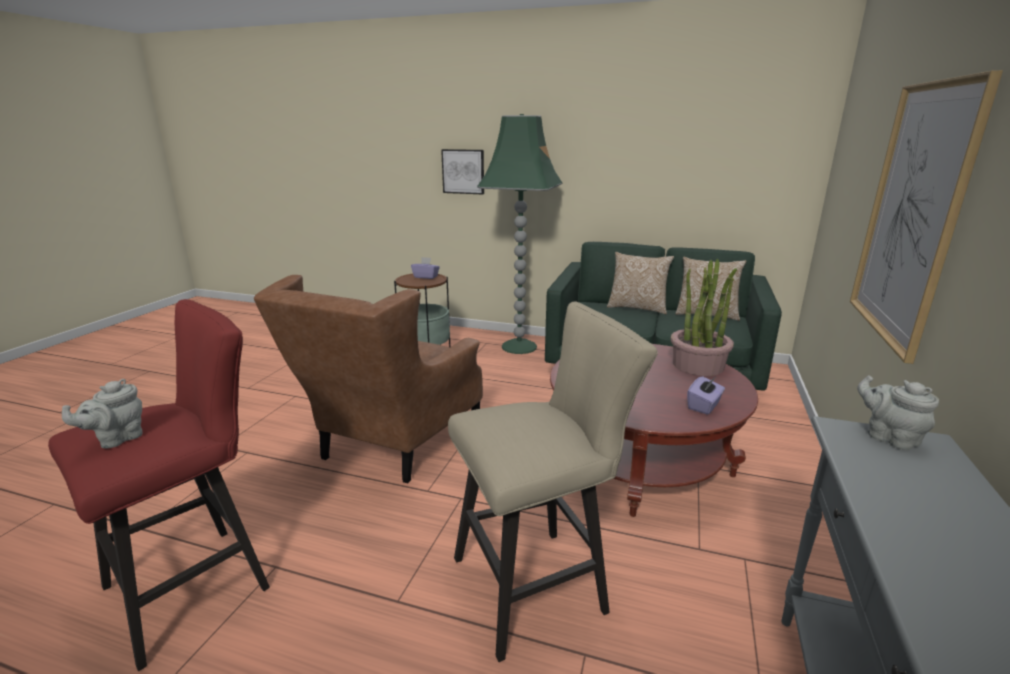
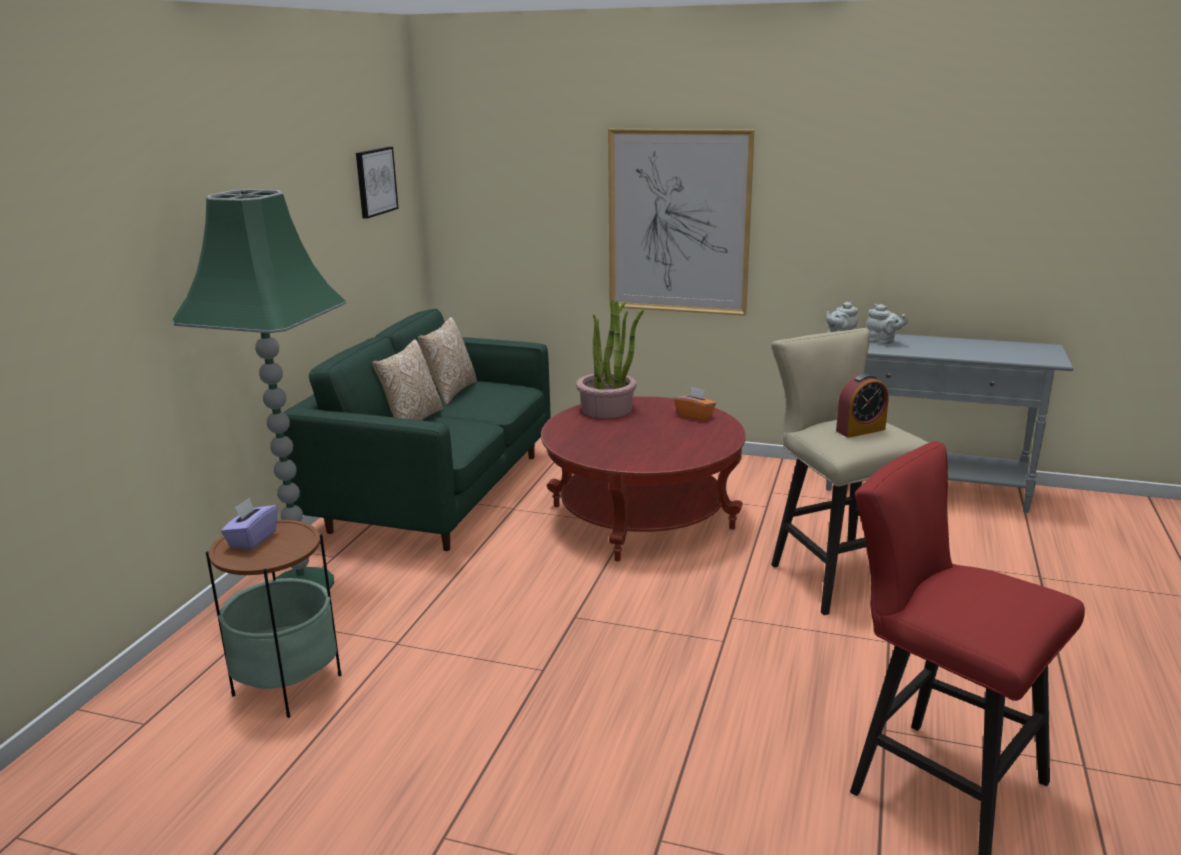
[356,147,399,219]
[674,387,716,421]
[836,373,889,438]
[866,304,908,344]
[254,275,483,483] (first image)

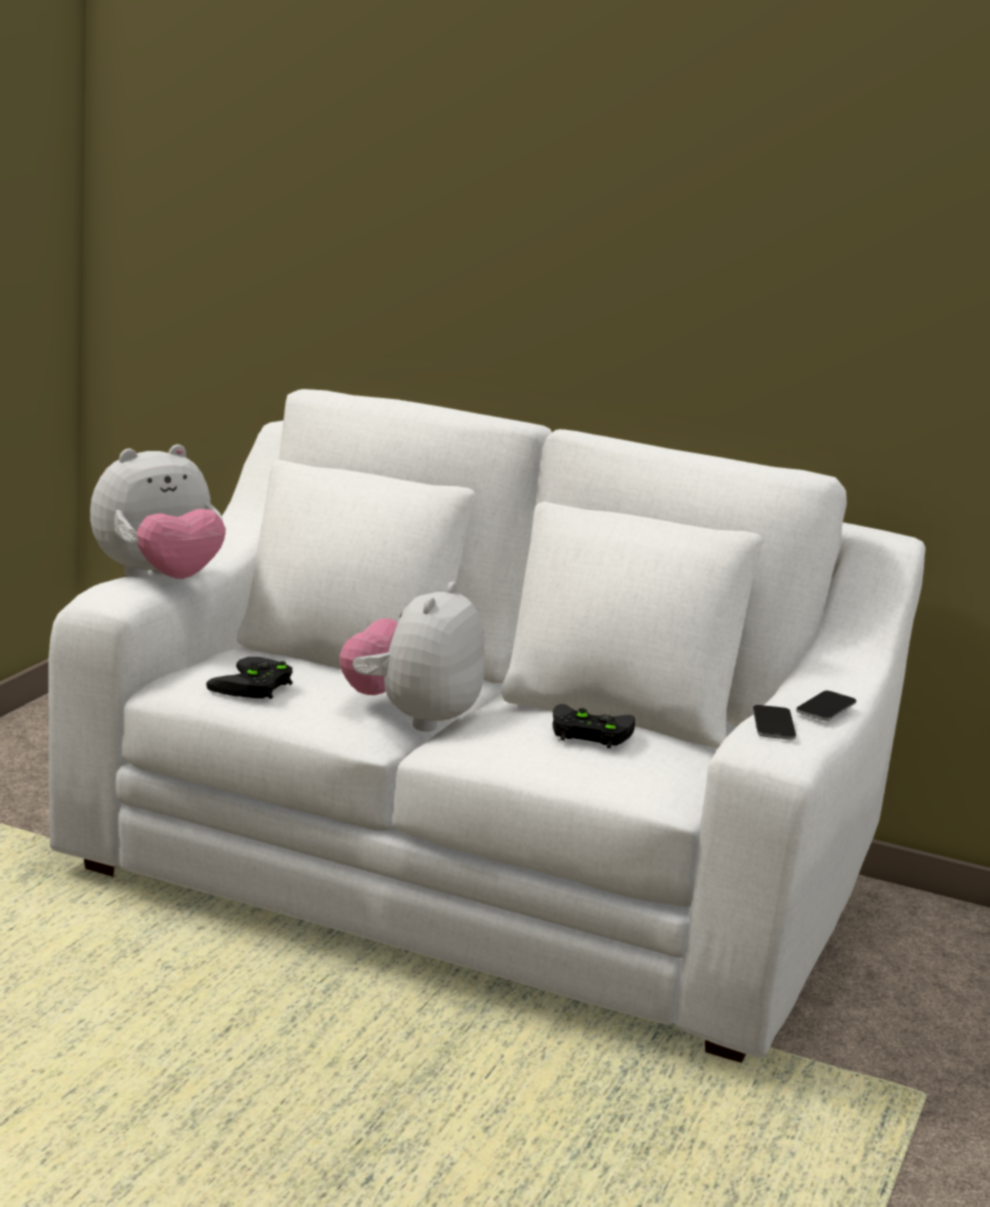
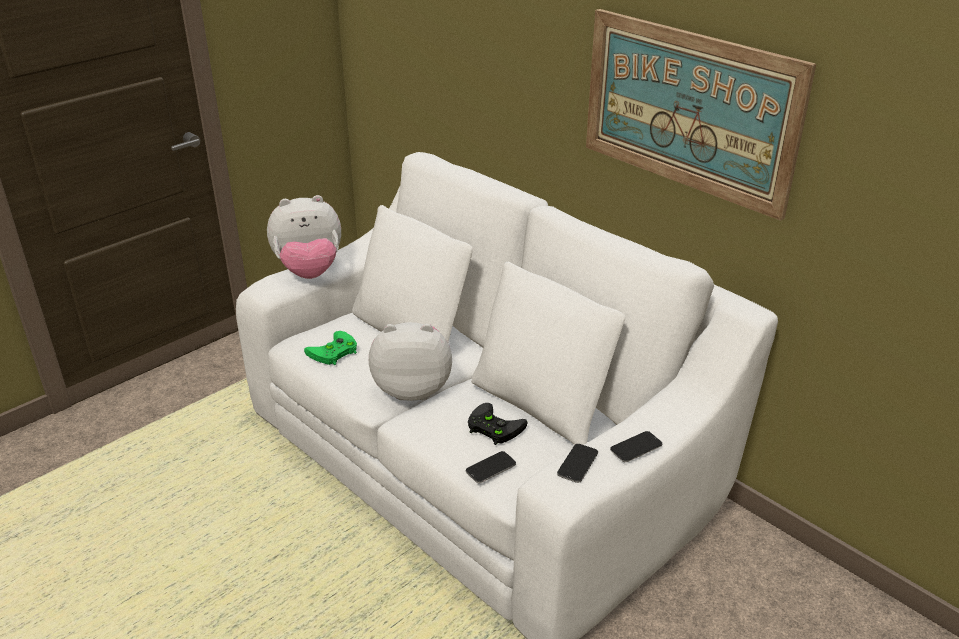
[304,331,357,365]
[369,322,452,401]
[466,451,516,483]
[586,9,816,221]

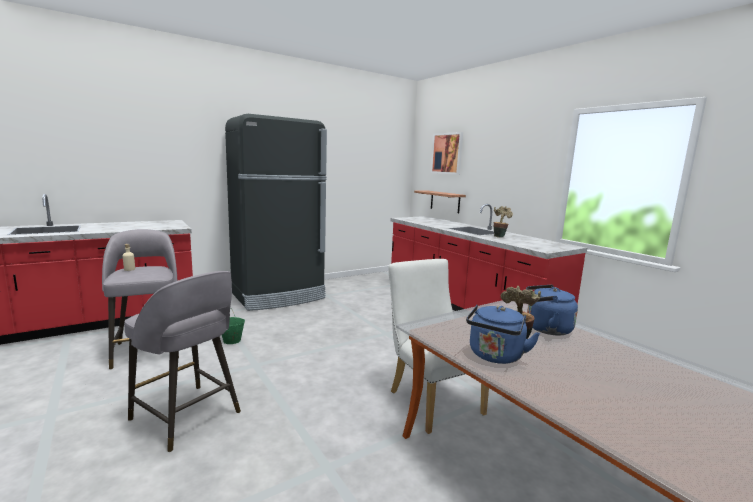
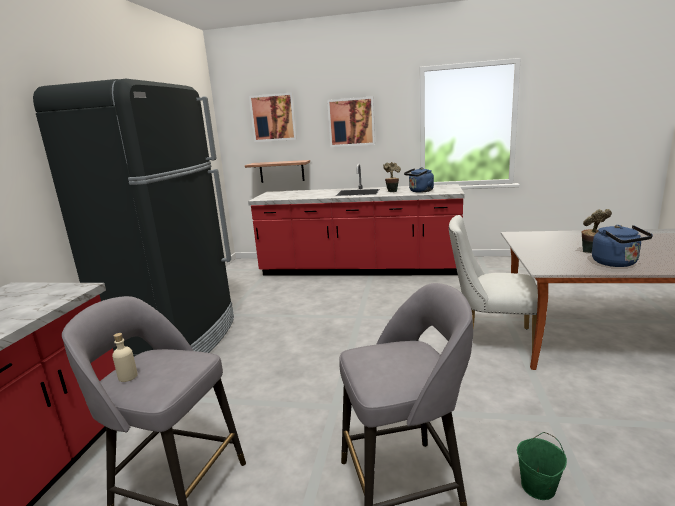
[327,96,375,147]
[404,167,434,193]
[517,432,567,500]

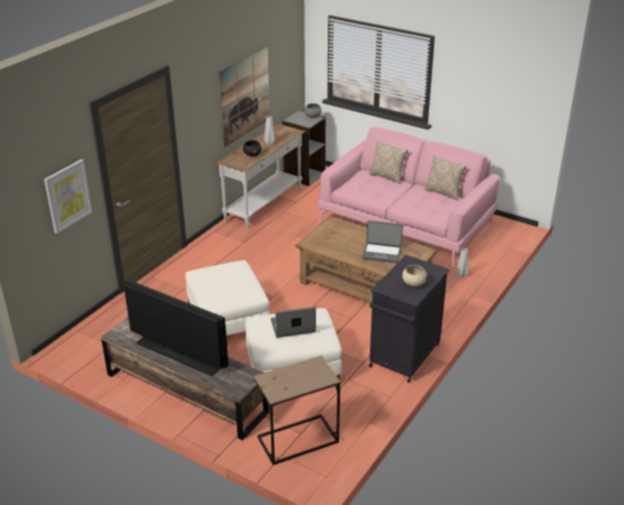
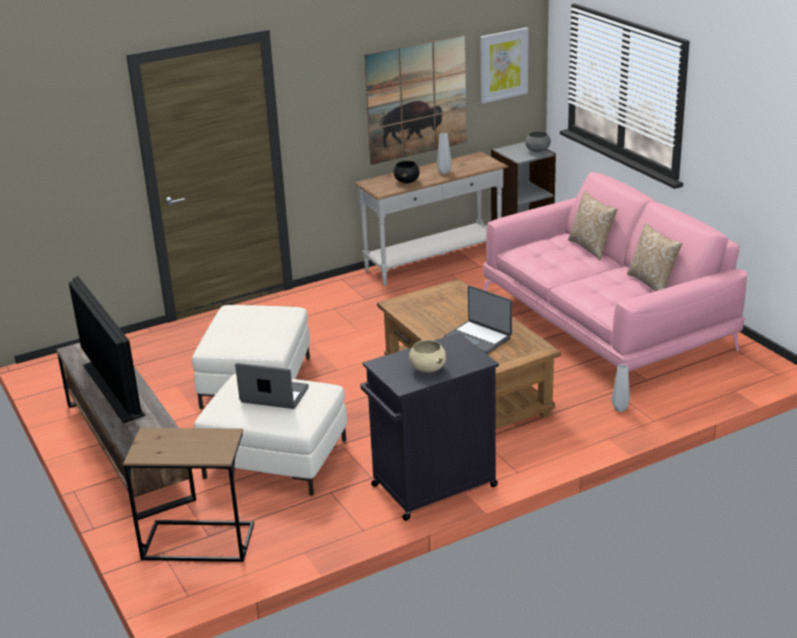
[480,27,529,103]

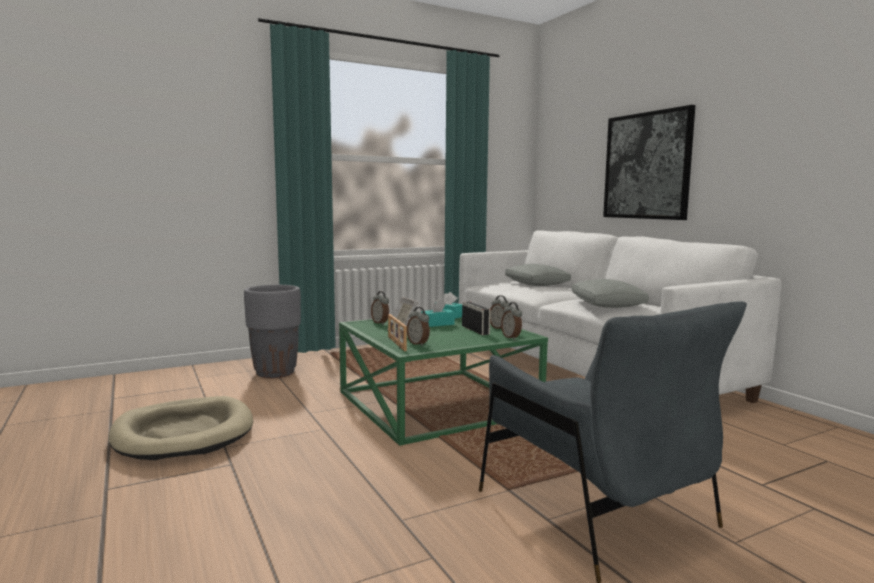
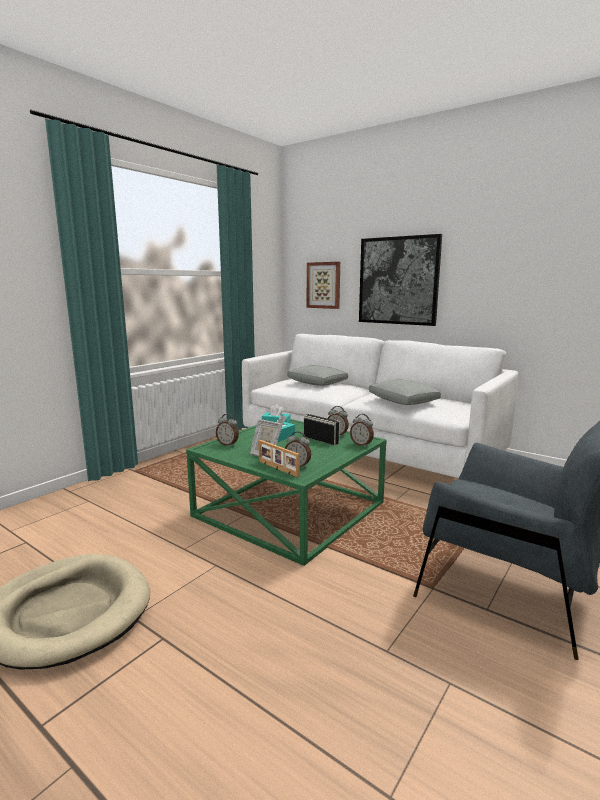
[307,262,340,309]
[244,285,301,378] (first image)

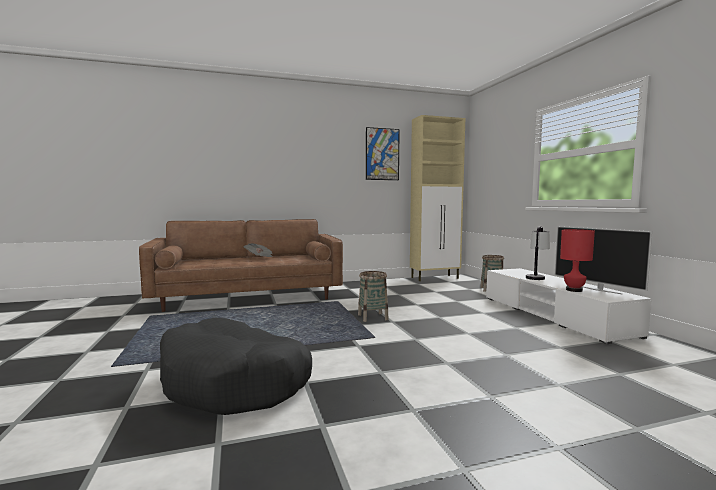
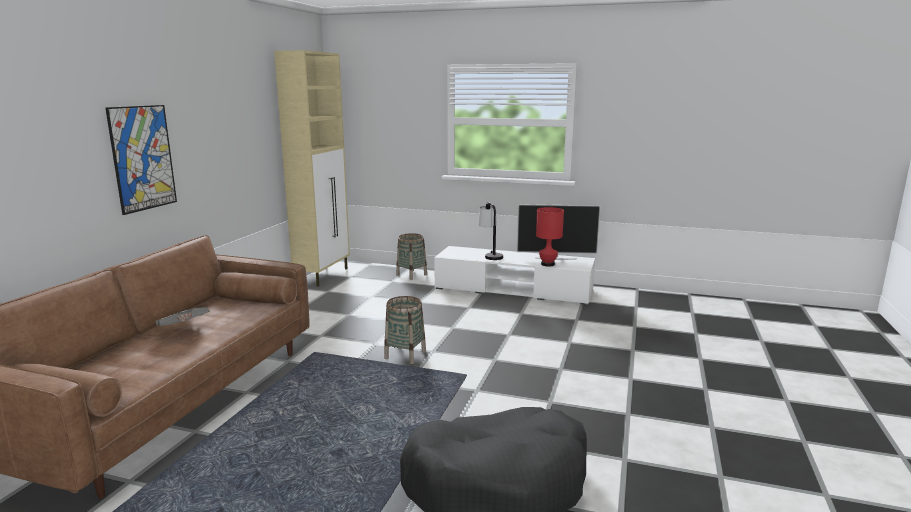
[105,105,177,215]

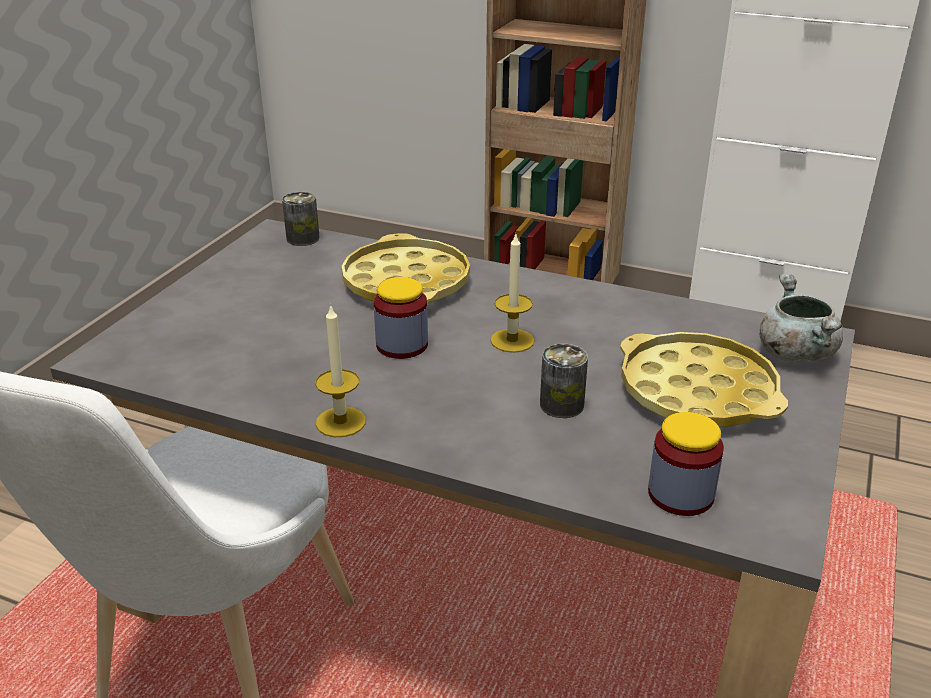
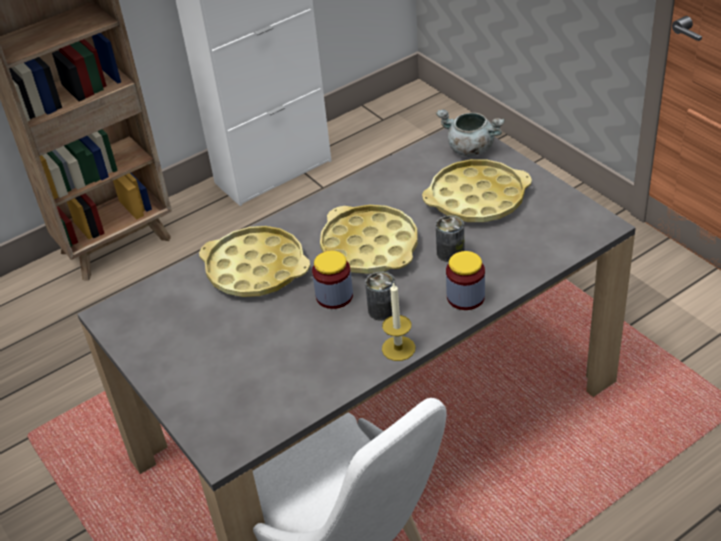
[320,205,418,274]
[365,271,396,321]
[446,251,485,310]

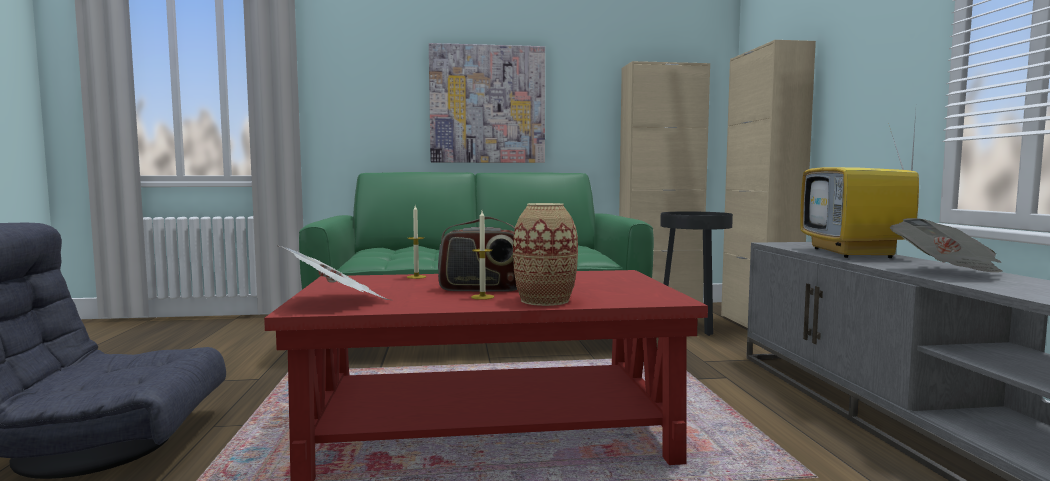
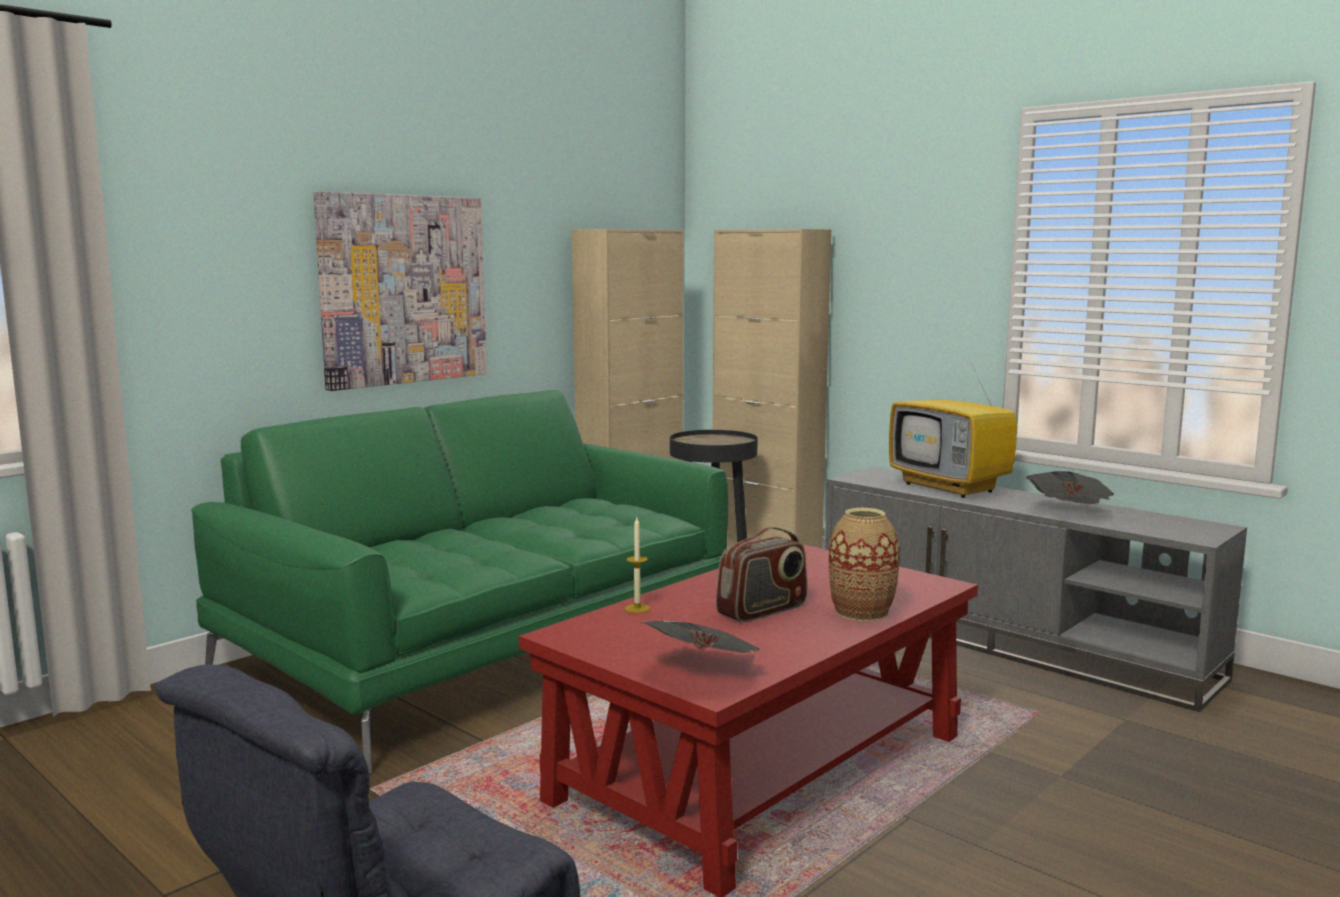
[471,211,494,300] (first image)

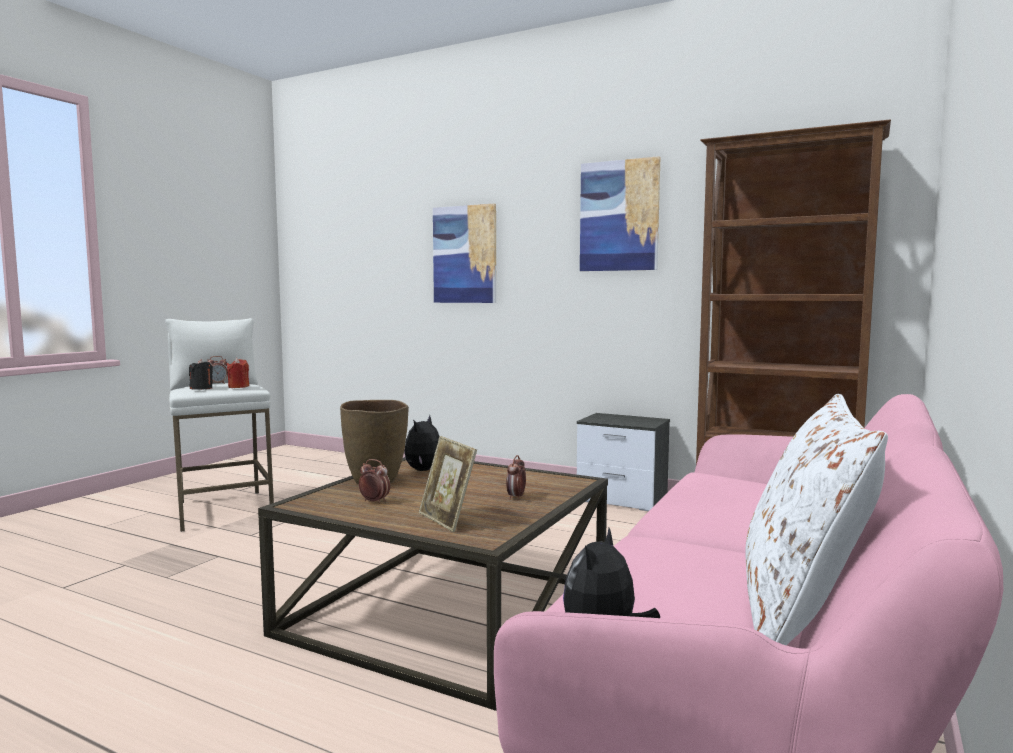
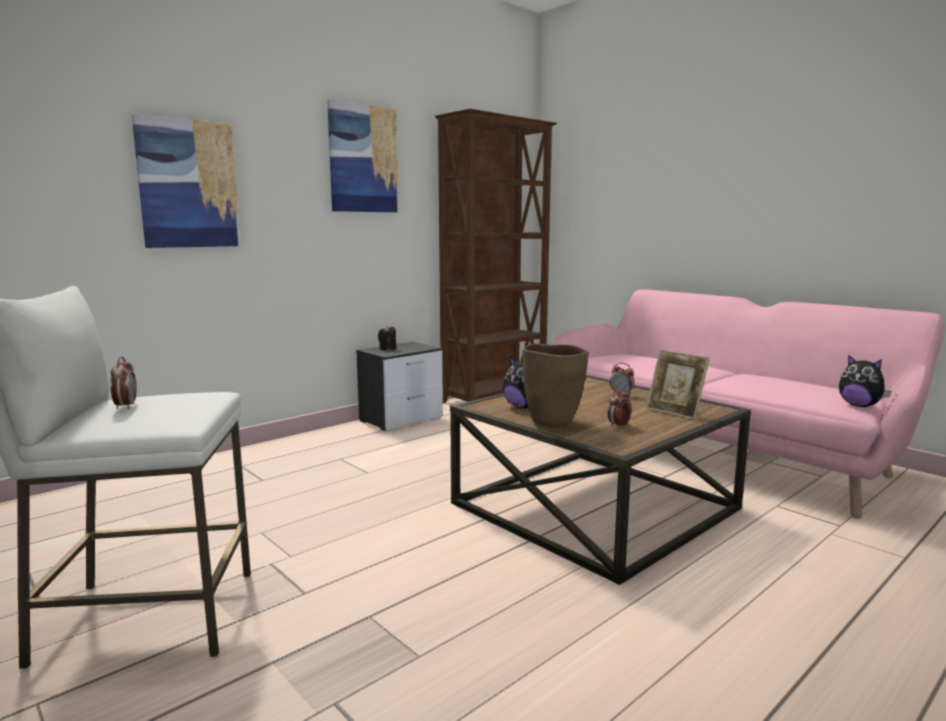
[378,326,397,351]
[646,349,710,420]
[227,358,249,388] (first image)
[745,394,888,645] (first image)

